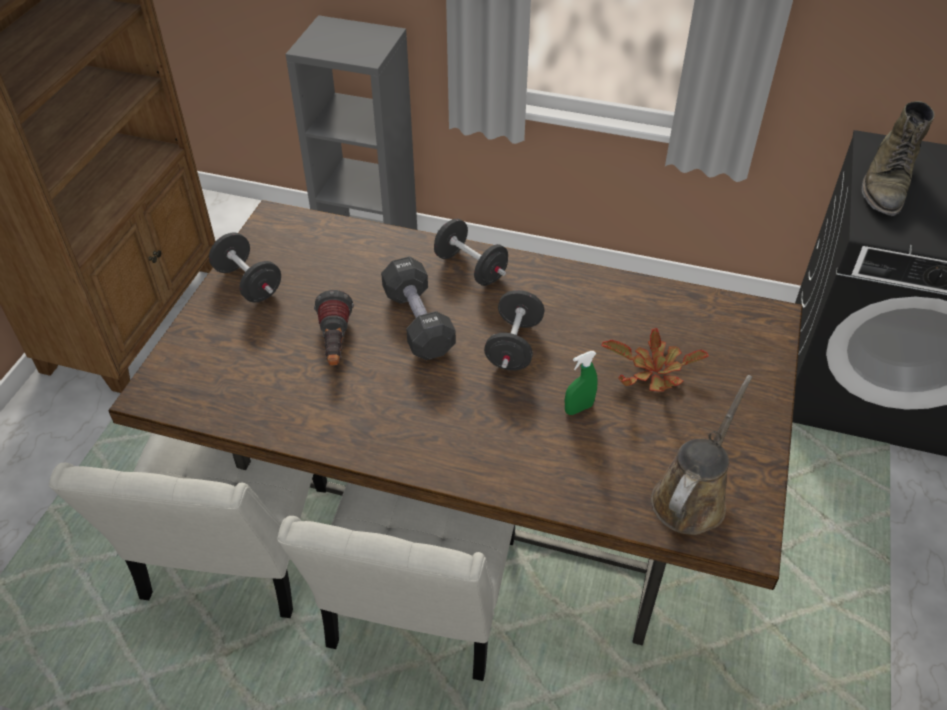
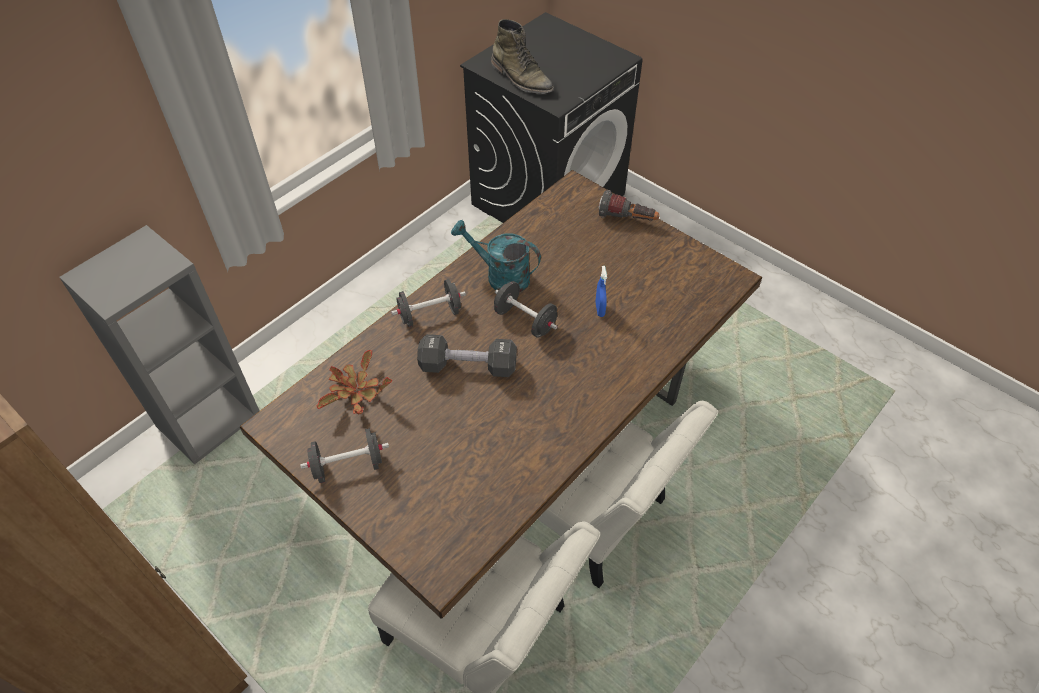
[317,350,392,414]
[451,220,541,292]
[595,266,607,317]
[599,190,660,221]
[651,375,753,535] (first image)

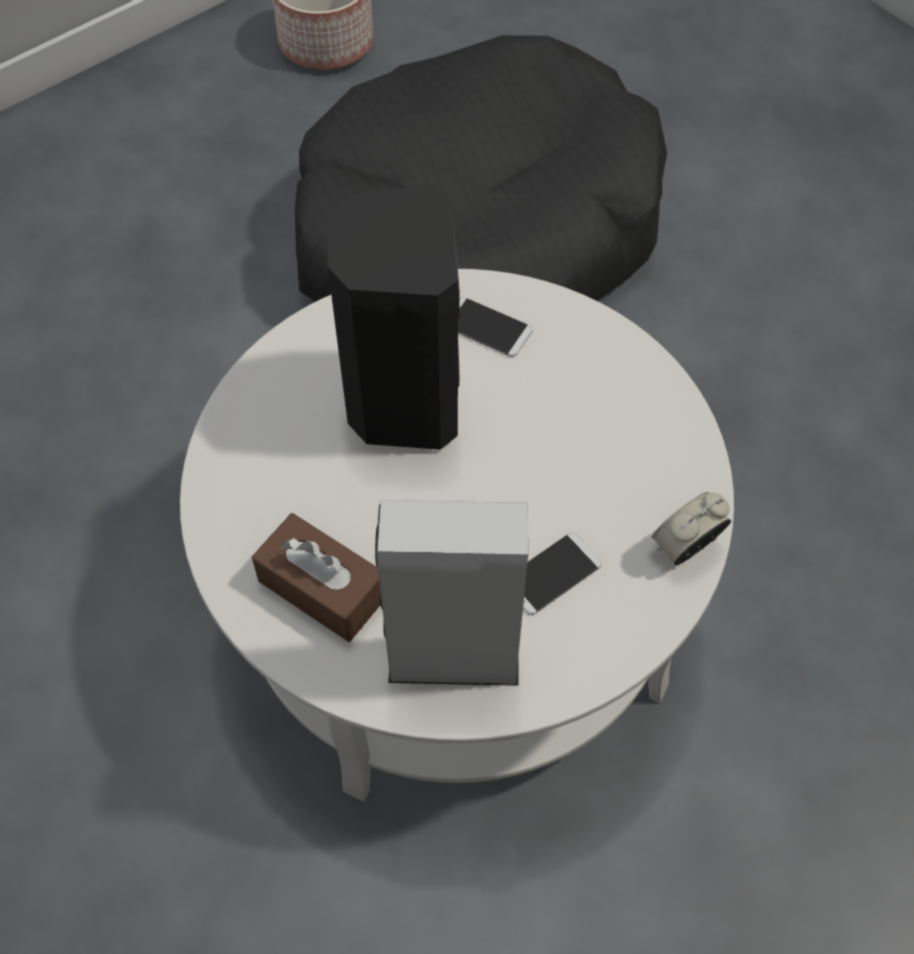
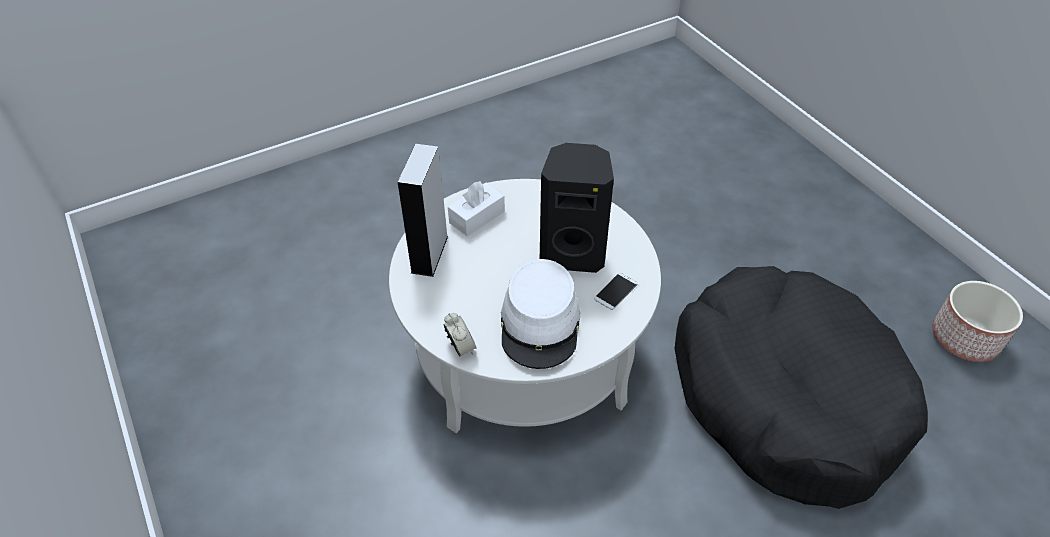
[448,181,505,237]
[501,259,581,369]
[523,533,602,615] (first image)

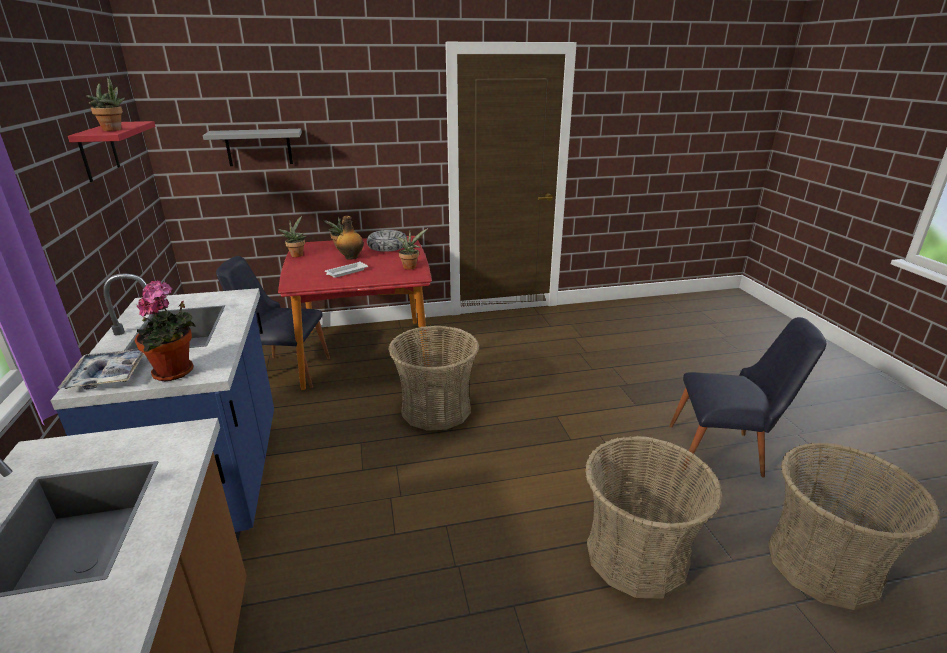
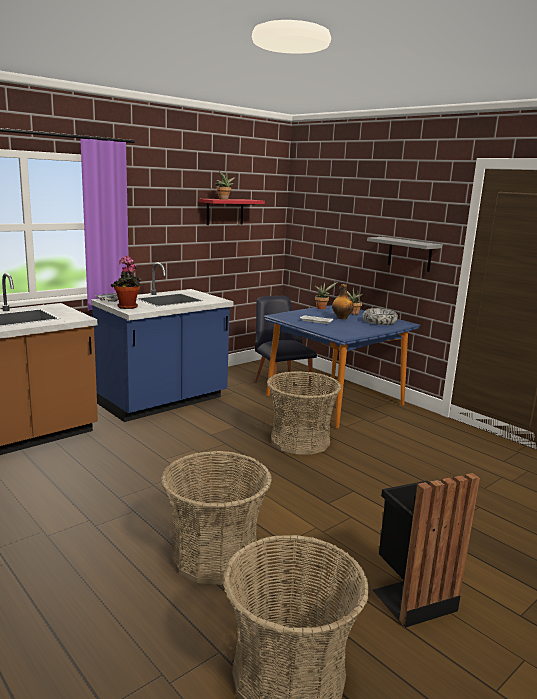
[264,305,420,429]
[367,237,442,272]
[373,473,480,628]
[395,228,428,270] (first image)

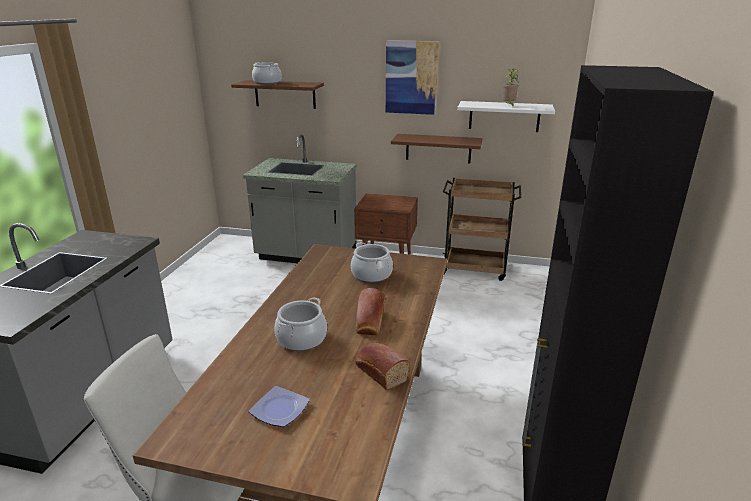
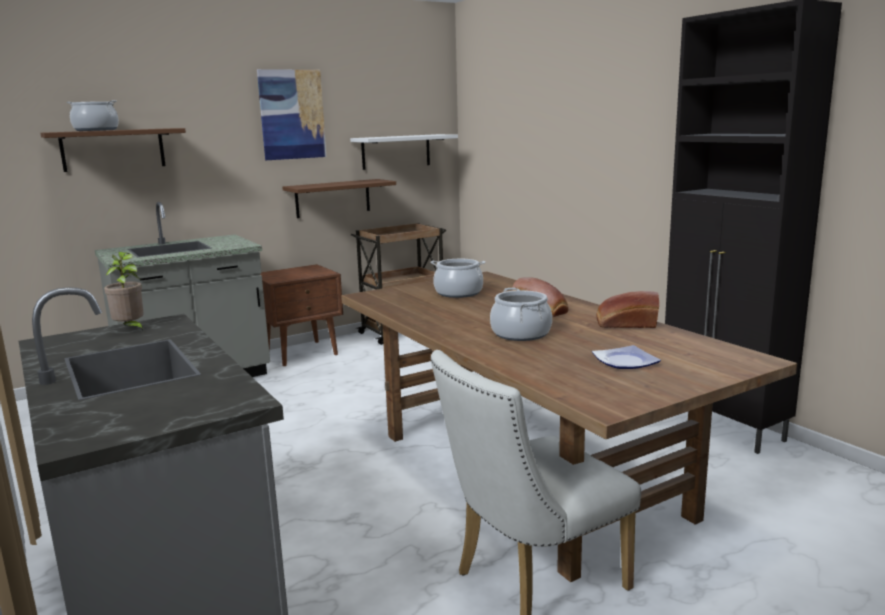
[104,252,144,331]

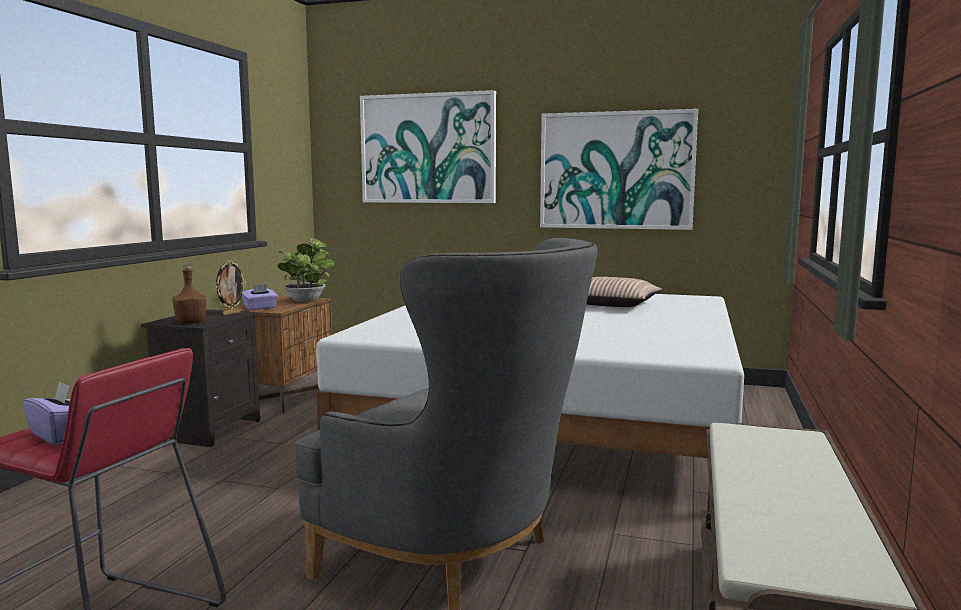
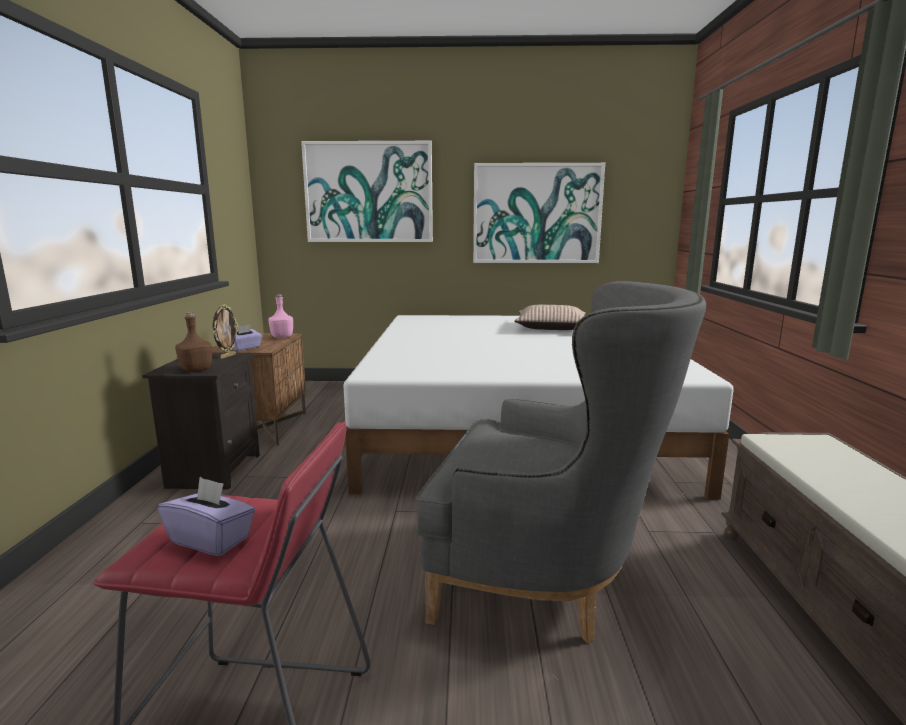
[268,294,293,338]

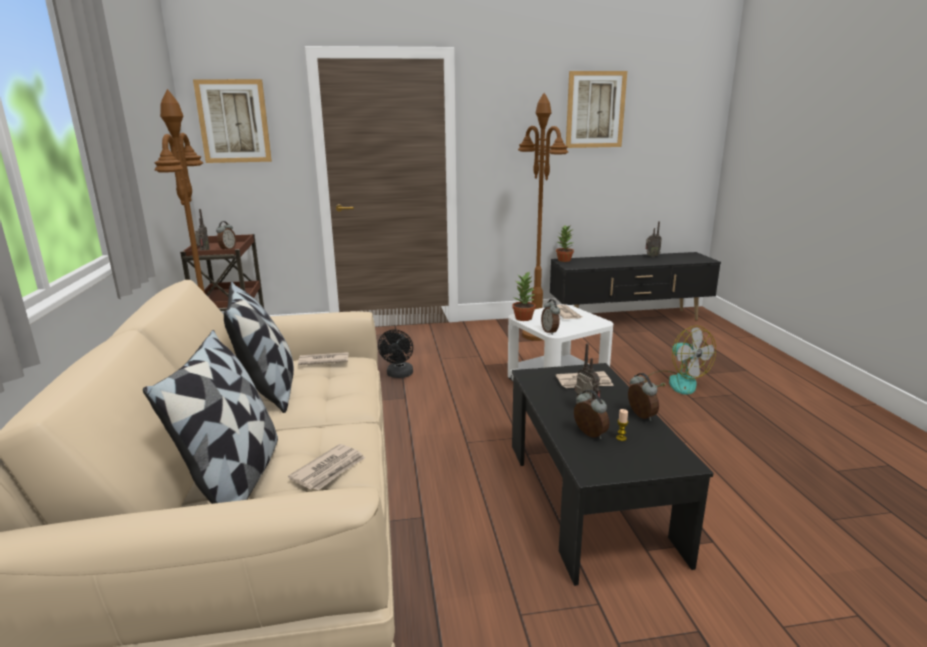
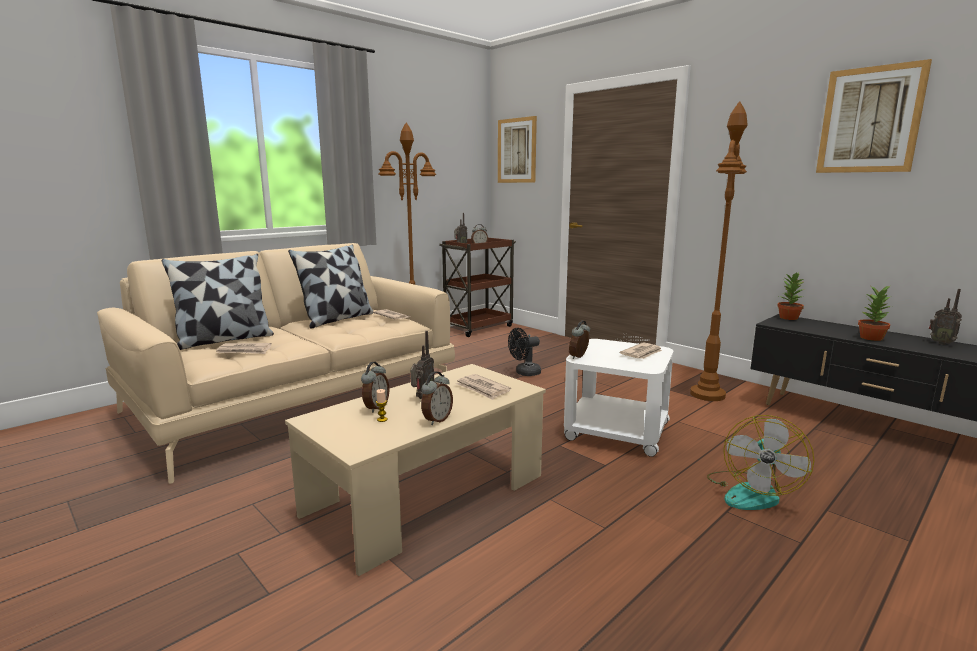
[285,364,546,576]
[858,285,891,341]

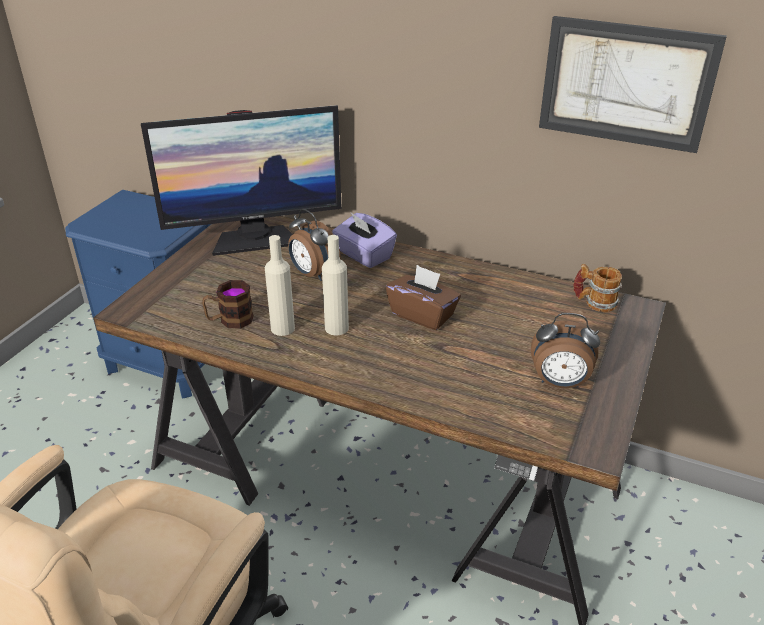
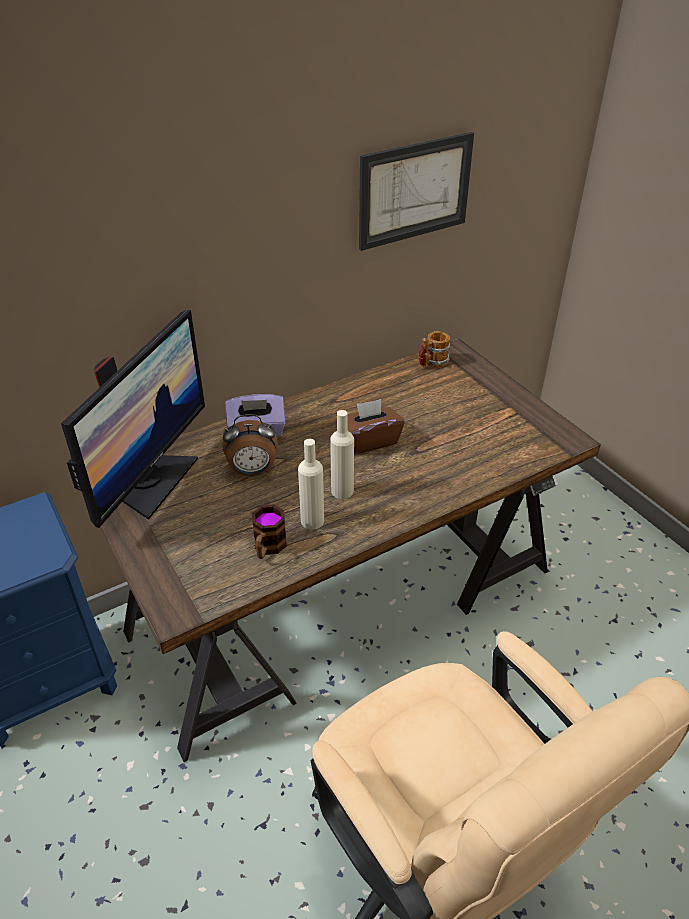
[531,313,600,388] (first image)

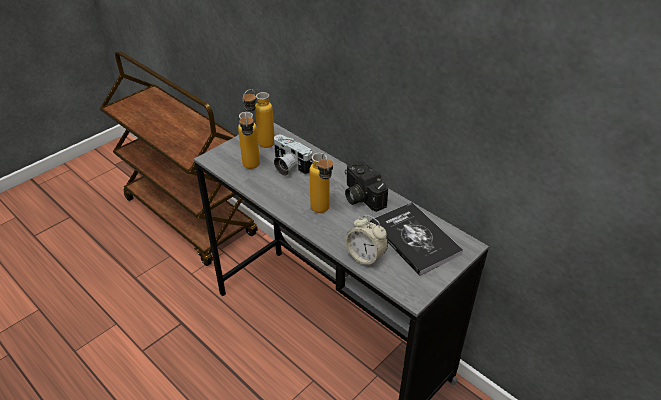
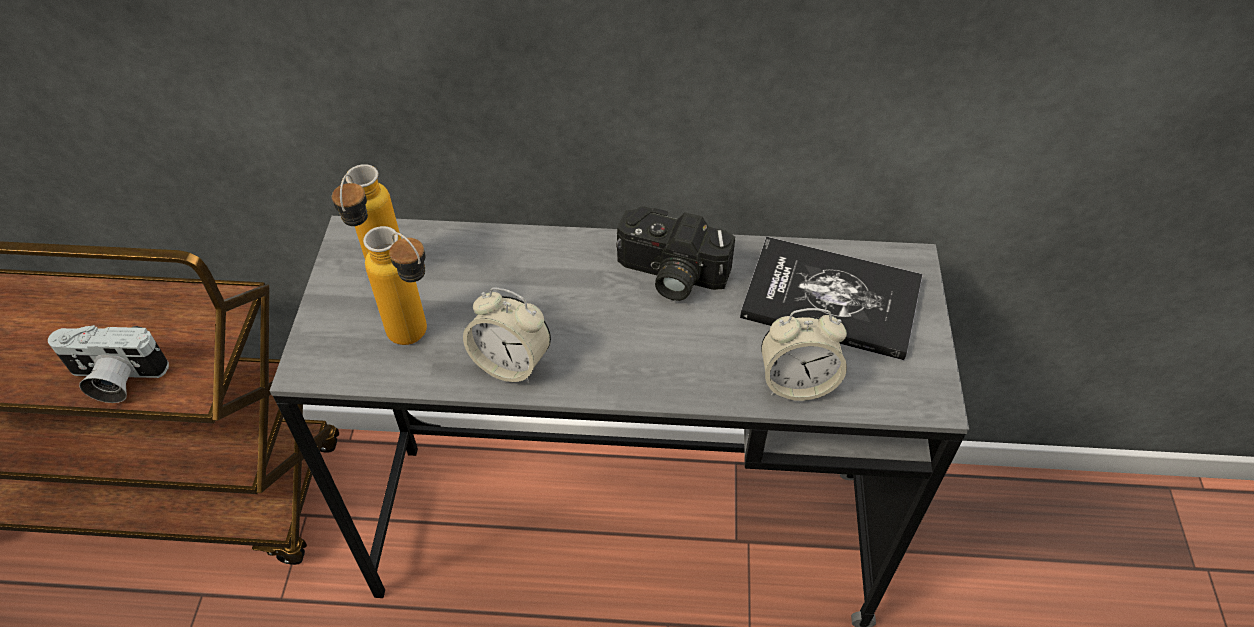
[48,325,169,403]
[463,287,551,383]
[309,153,333,213] (first image)

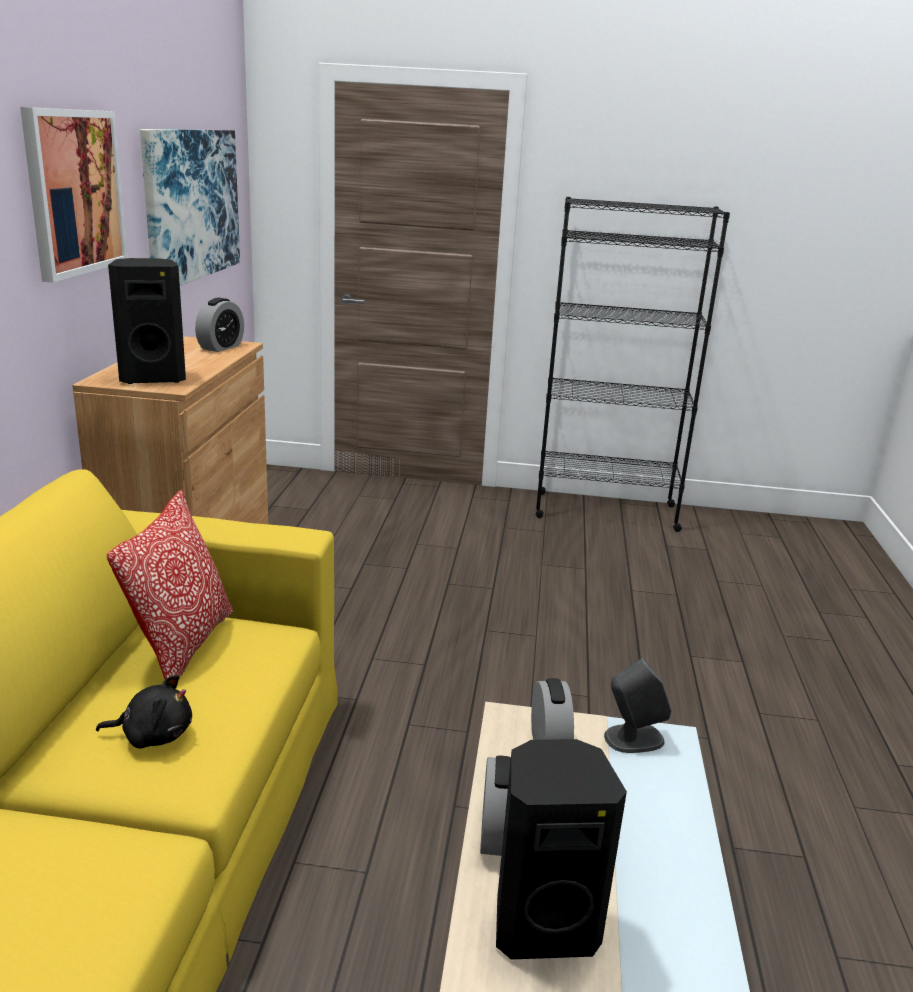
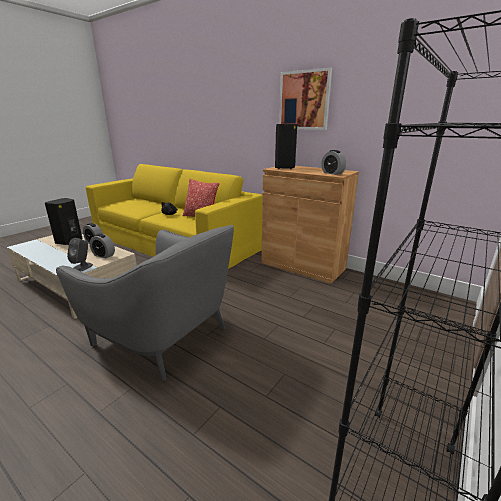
[56,225,234,381]
[140,129,240,286] (first image)

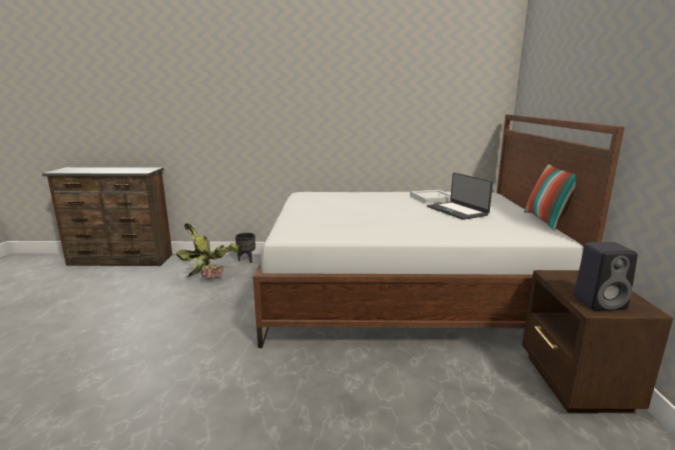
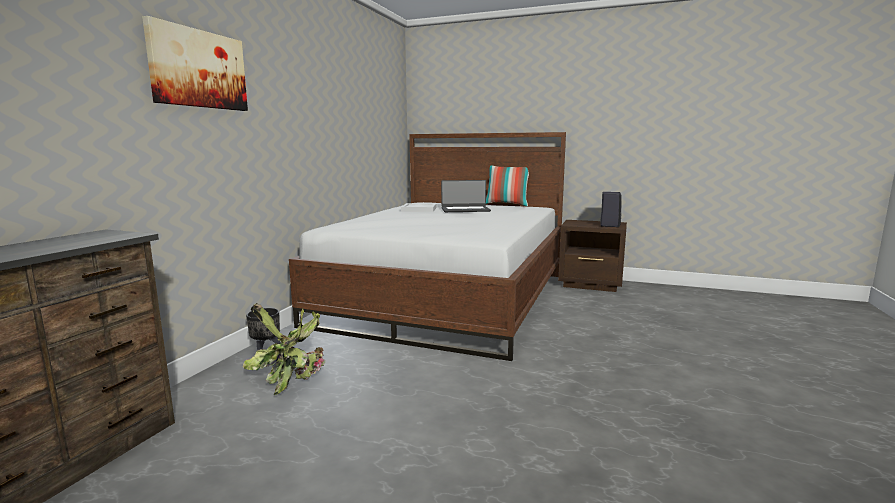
[142,16,248,111]

